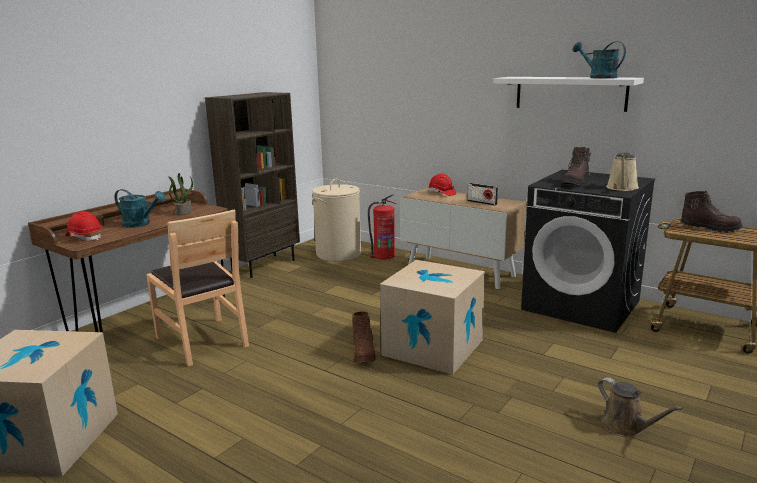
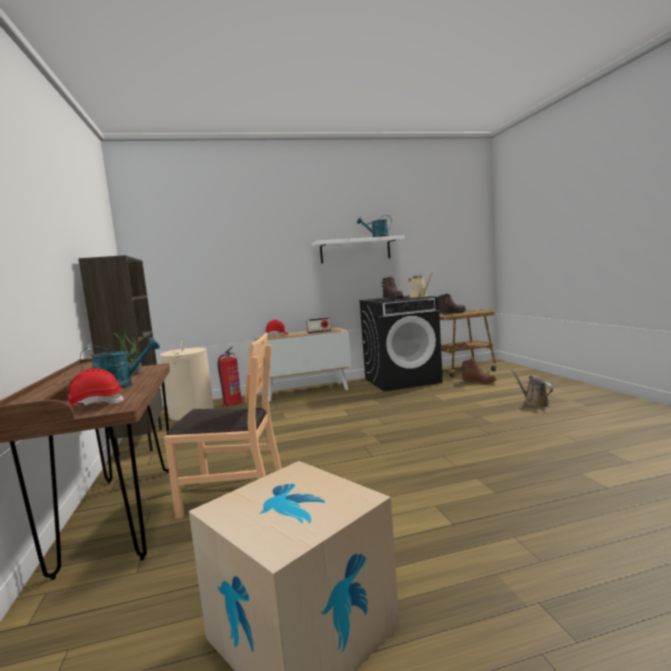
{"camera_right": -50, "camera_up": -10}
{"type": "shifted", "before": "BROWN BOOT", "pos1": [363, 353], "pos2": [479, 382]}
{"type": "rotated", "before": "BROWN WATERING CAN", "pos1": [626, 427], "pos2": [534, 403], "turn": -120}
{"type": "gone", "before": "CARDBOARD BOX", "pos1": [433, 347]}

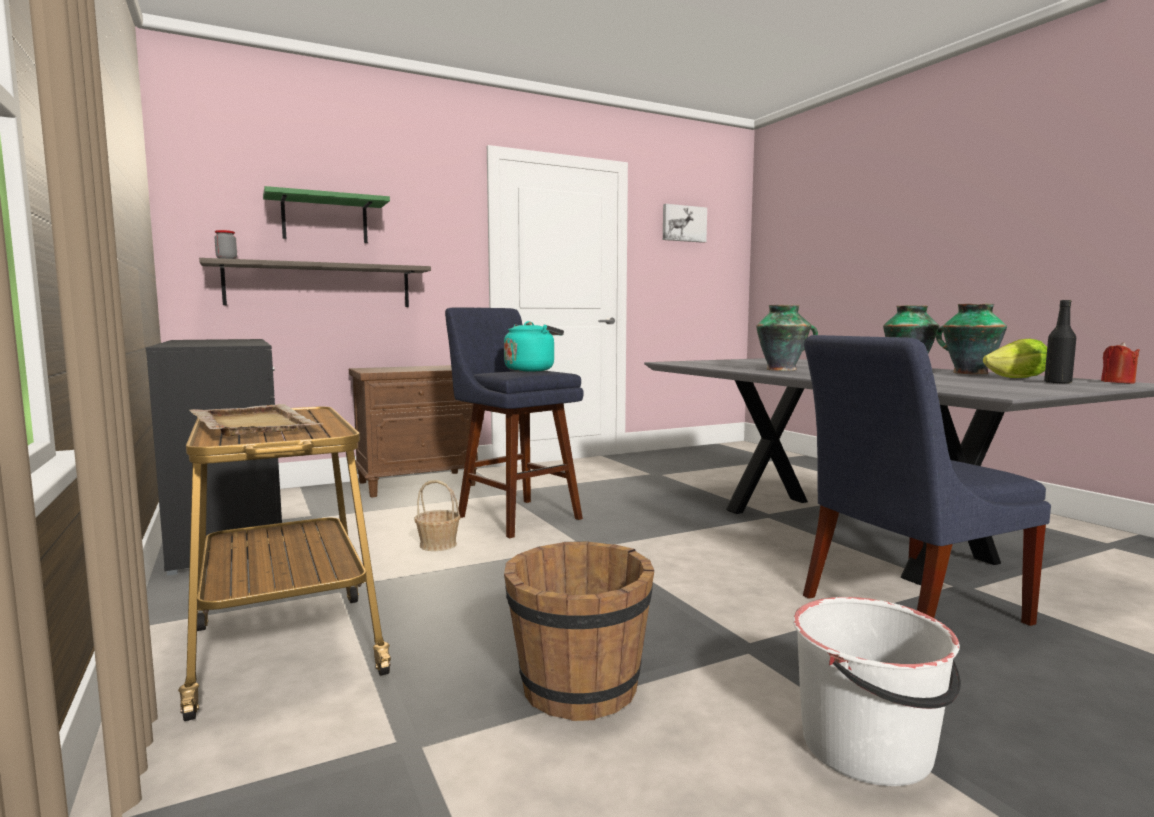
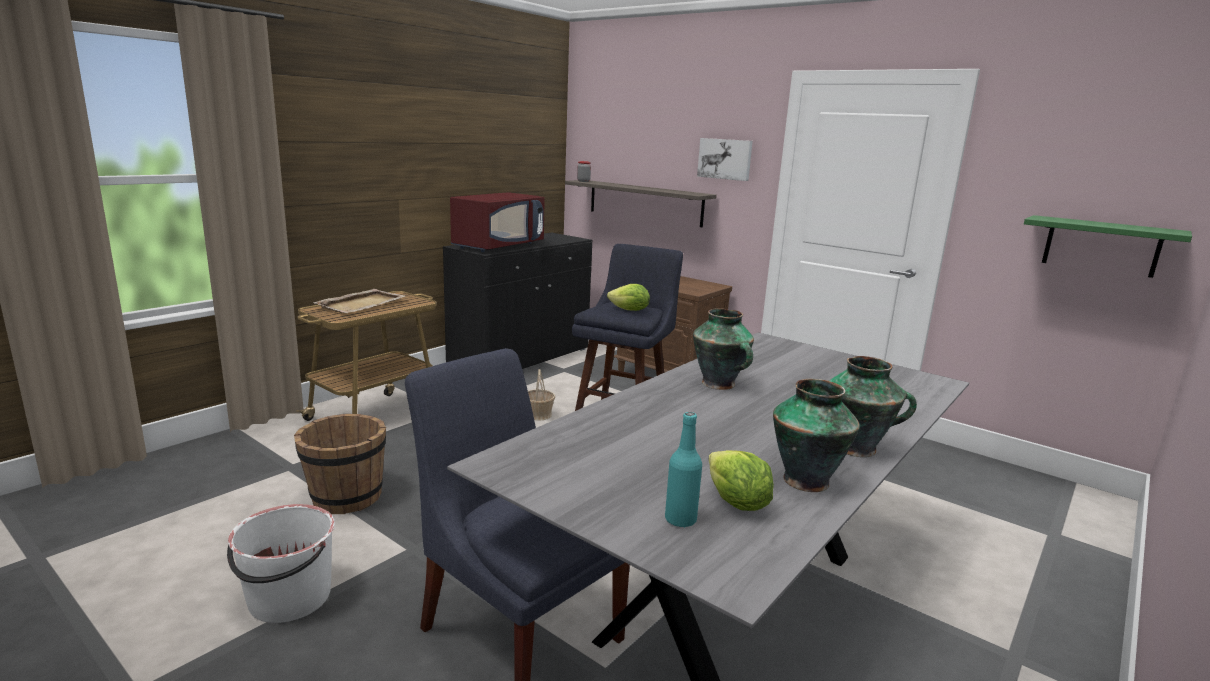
{"camera_right": 65, "camera_up": 10}
{"type": "new", "after": "RED MICROWAVE", "pos2": [498, 246]}
{"type": "swapped", "before": "TURQUOISE KETTLE", "after": "LETTUCE", "pos1": [531, 370], "pos2": [629, 310]}
{"type": "repainted", "before": "BLACK BOTTLE", "after": "TURQUOISE BOTTLE", "pos1": [1057, 383], "pos2": [680, 520]}
{"type": "shifted", "before": "PICTURE", "pos1": [683, 223], "pos2": [725, 159]}
{"type": "shifted", "before": "GREEN SHELF", "pos1": [325, 220], "pos2": [1101, 246]}
{"type": "gone", "before": "RED CANDLE", "pos1": [1117, 382]}

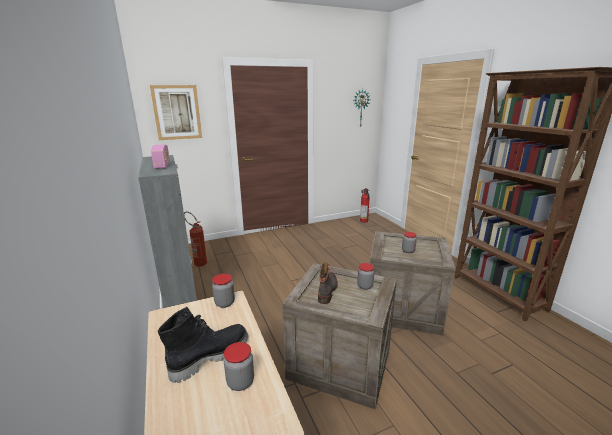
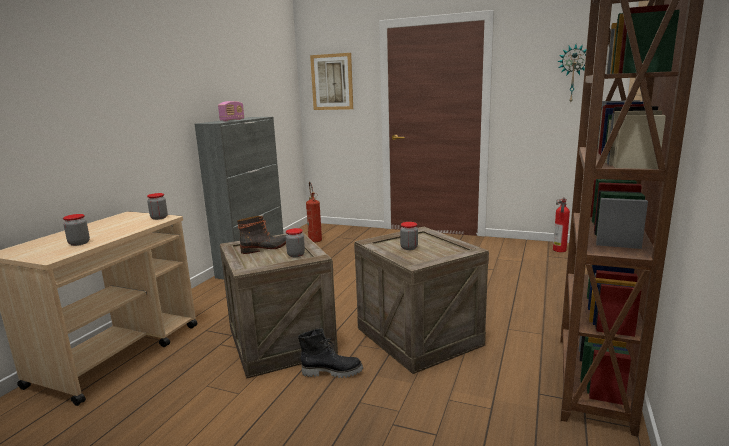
{"camera_right": 45, "camera_up": -5}
{"type": "shifted", "before": "BLACK BOOT", "pos1": [210, 356], "pos2": [332, 371]}

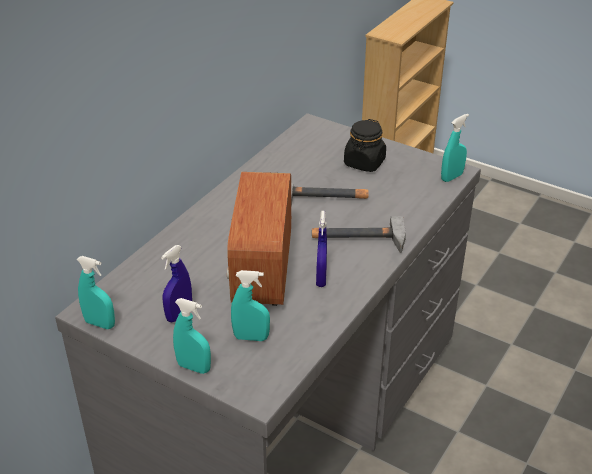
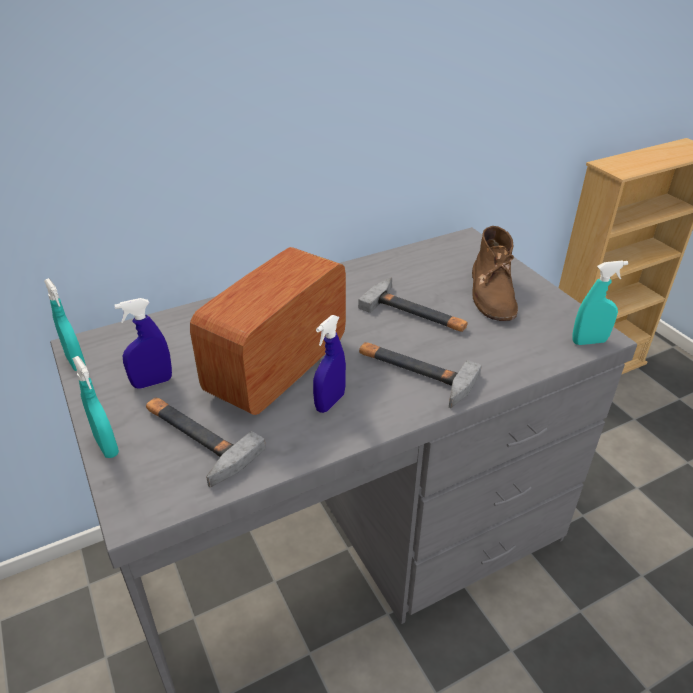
{"camera_right": 30, "camera_up": 0}
{"type": "swapped", "before": "TURQUOISE SPRAY BOTTLE", "after": "HAMMER", "pos1": [251, 337], "pos2": [193, 438]}
{"type": "swapped", "before": "BLACK JAR", "after": "BROWN BOOT", "pos1": [364, 163], "pos2": [492, 293]}

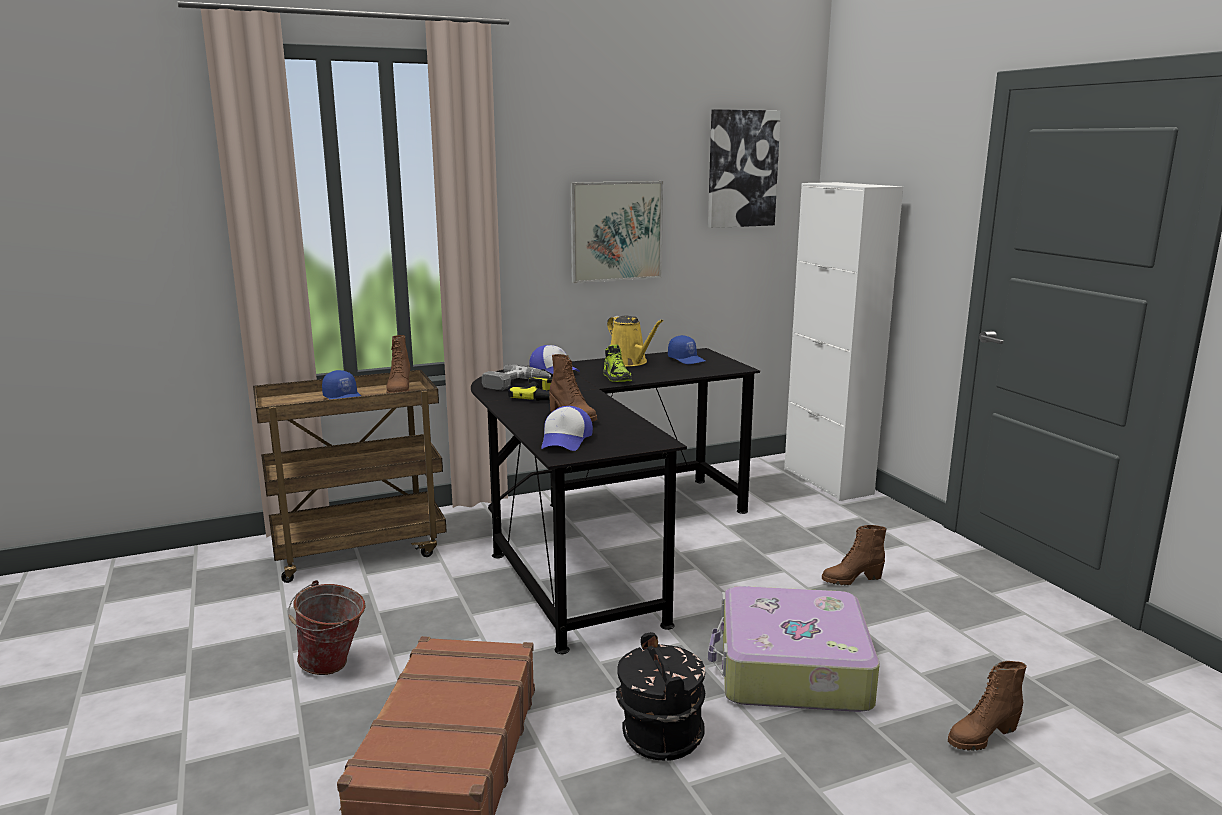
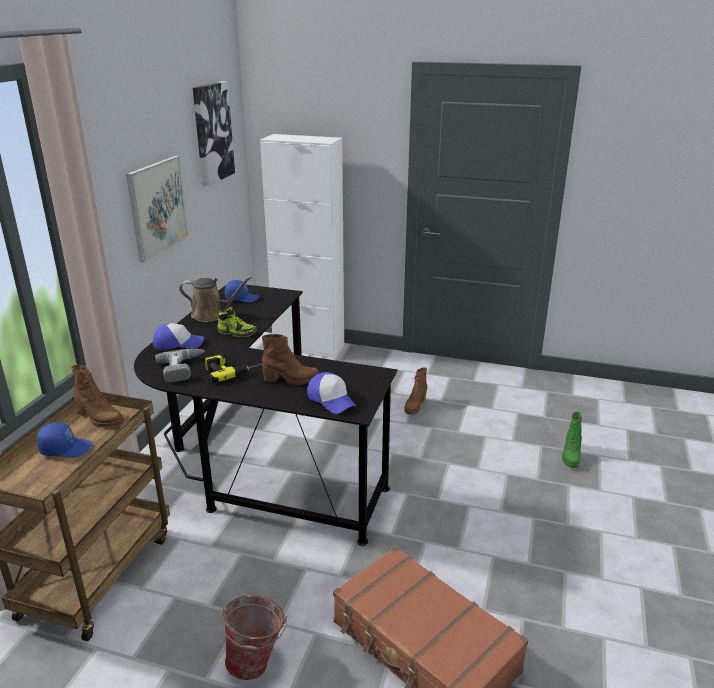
{"camera_right": -50, "camera_up": 10}
{"type": "repainted", "before": "YELLOW WATERING CAN", "after": "BROWN WATERING CAN", "pos1": [629, 362], "pos2": [212, 315]}
{"type": "repainted", "before": "BROWN BOOT", "after": "GREEN BOOT", "pos1": [981, 736], "pos2": [570, 456]}
{"type": "gone", "before": "BLACK BUCKET", "pos1": [660, 736]}
{"type": "gone", "before": "SUITCASE", "pos1": [790, 669]}

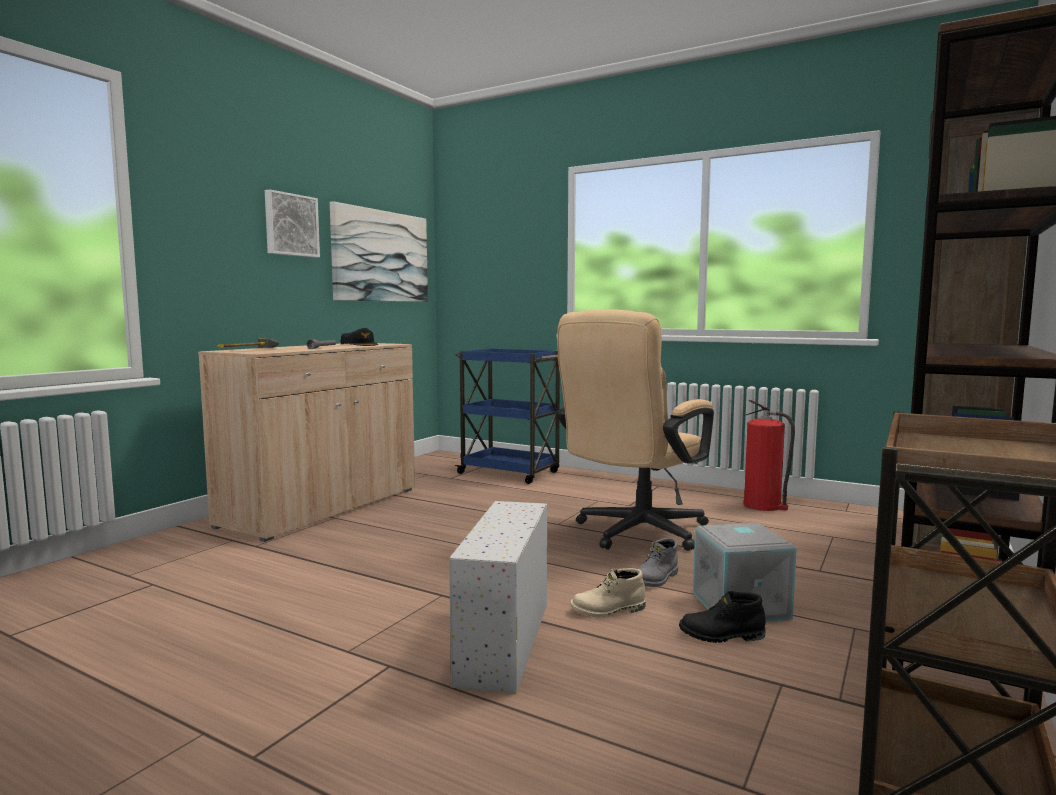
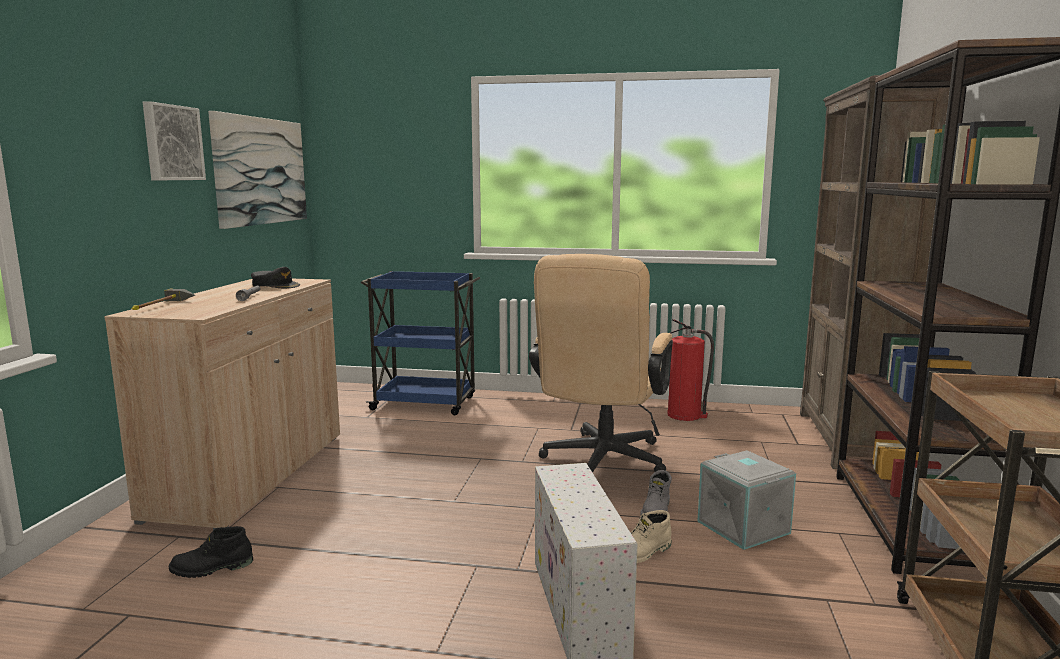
{"camera_right": -20, "camera_up": 5}
{"type": "shifted", "before": "BLACK BOOT", "pos1": [722, 635], "pos2": [211, 568]}

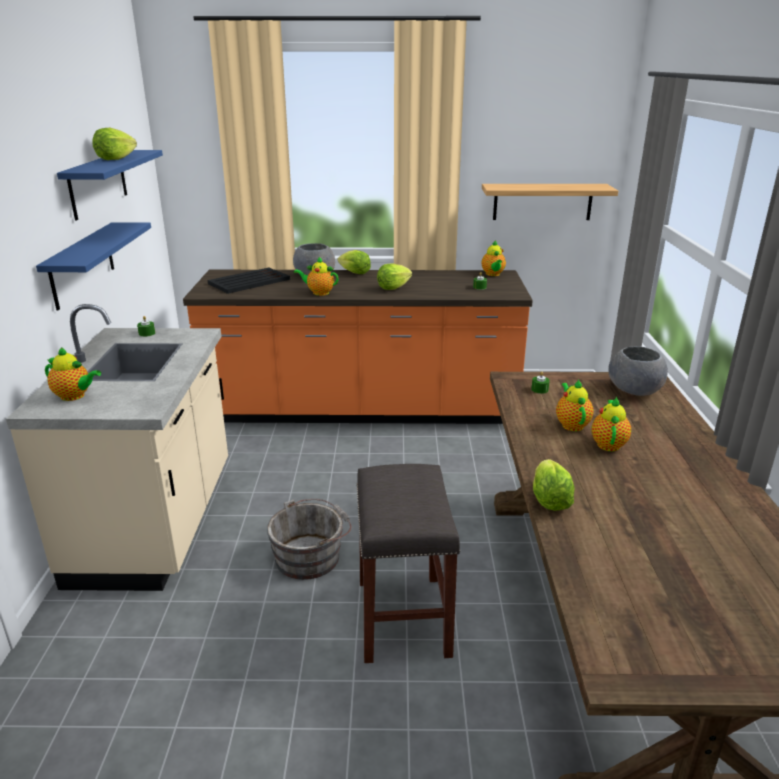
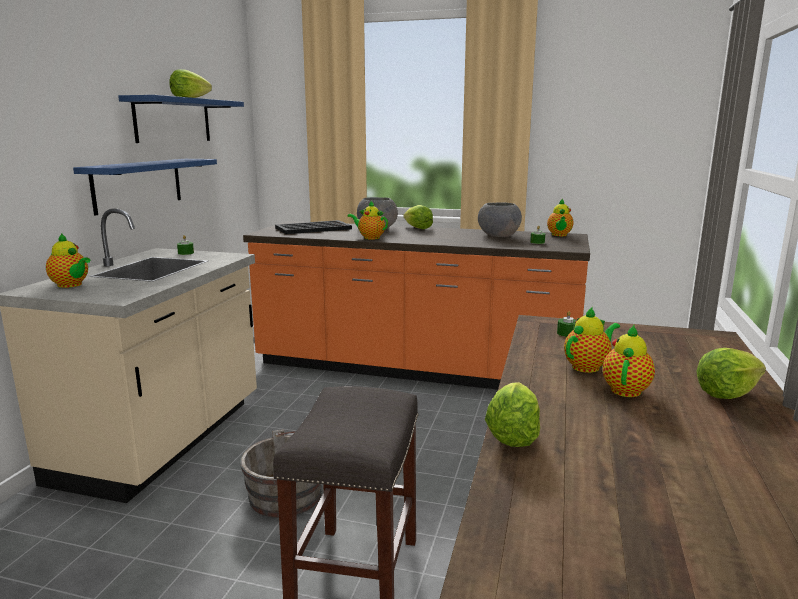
{"camera_right": 15, "camera_up": -10}
{"type": "shifted", "before": "GREY BOWL", "pos1": [633, 390], "pos2": [498, 235]}
{"type": "rotated", "before": "TEAPOT", "pos1": [571, 424], "pos2": [588, 366], "turn": 45}
{"type": "shifted", "before": "LETTUCE", "pos1": [393, 287], "pos2": [727, 393]}
{"type": "gone", "before": "SHELF", "pos1": [542, 201]}

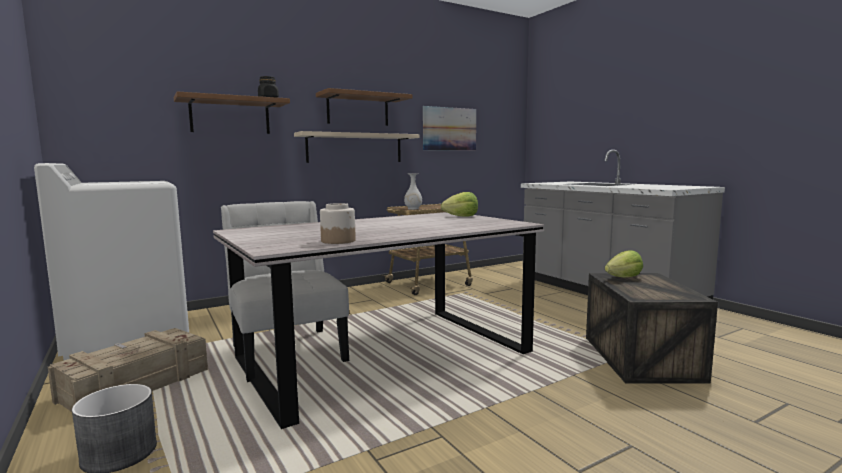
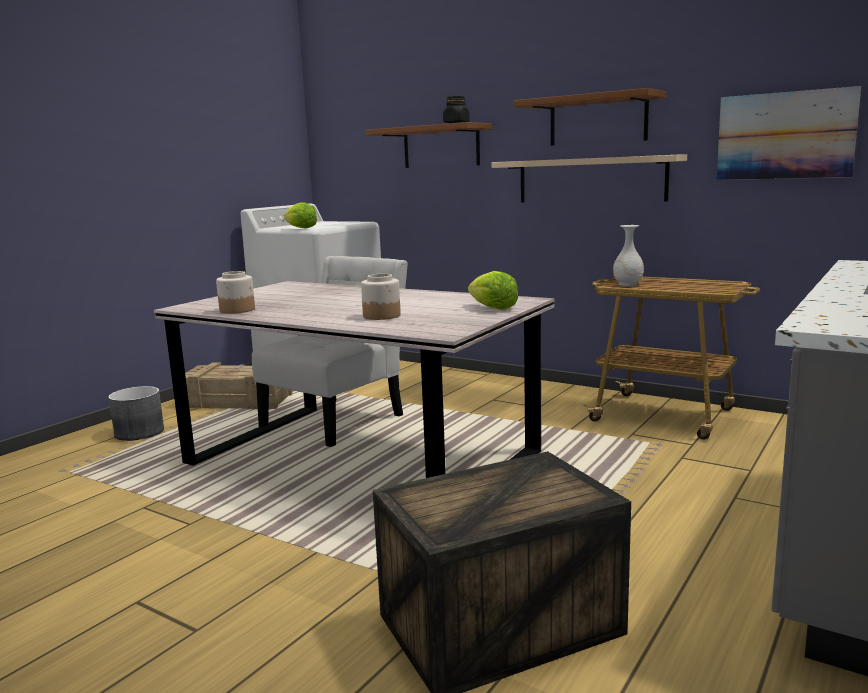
{"camera_right": 65, "camera_up": 5}
{"type": "shifted", "before": "LETTUCE", "pos1": [623, 277], "pos2": [300, 228]}
{"type": "new", "after": "JAR", "pos2": [382, 316]}

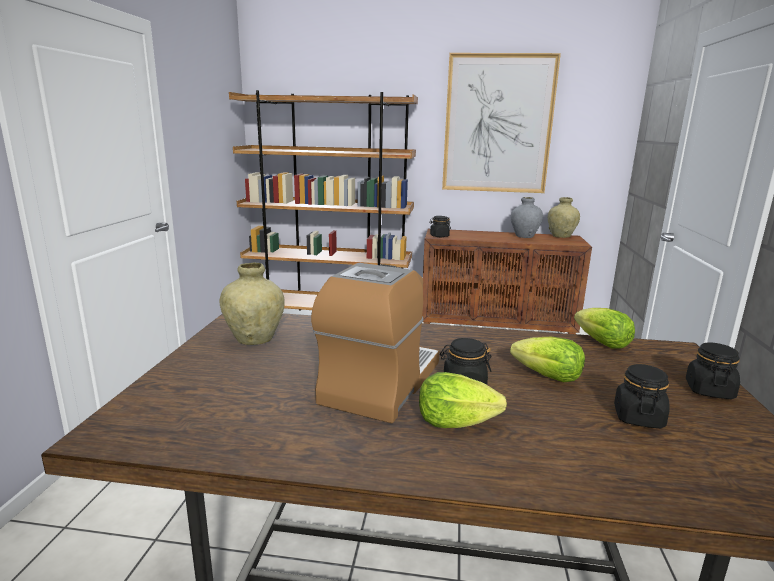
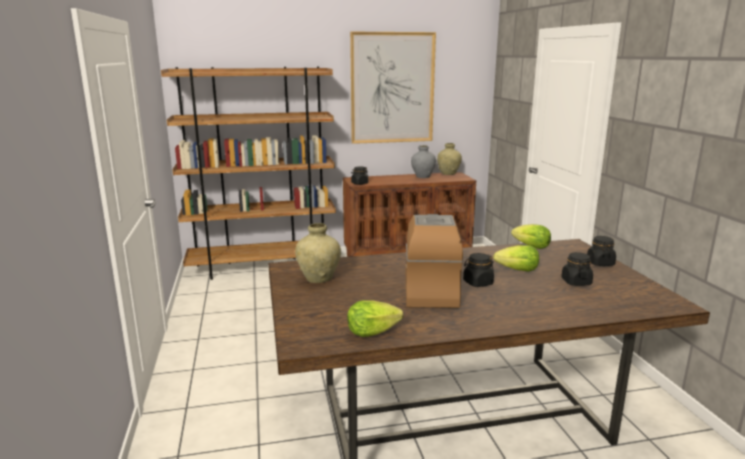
{"camera_right": -20, "camera_up": 0}
{"type": "shifted", "before": "LETTUCE", "pos1": [454, 422], "pos2": [371, 332]}

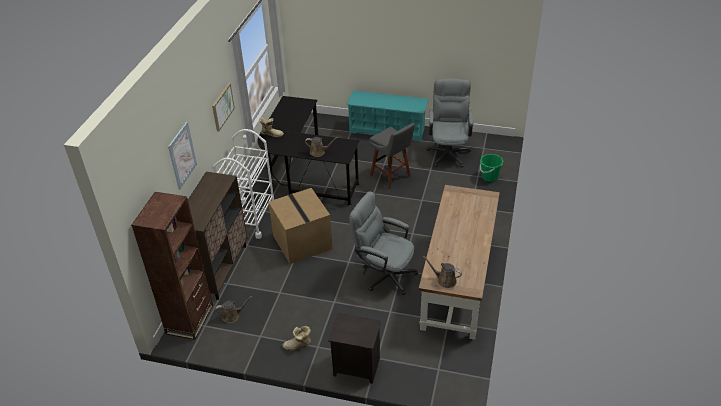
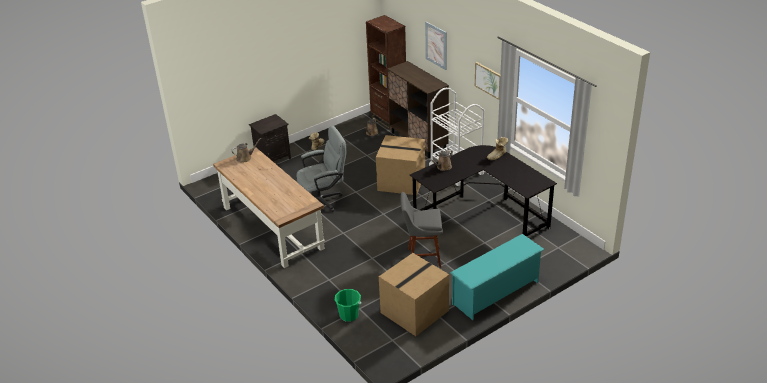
{"camera_right": 130, "camera_up": -5}
{"type": "swapped", "before": "GREY OFFICE CHAIR", "after": "CARDBOARD BOX", "pos1": [448, 152], "pos2": [414, 312]}

